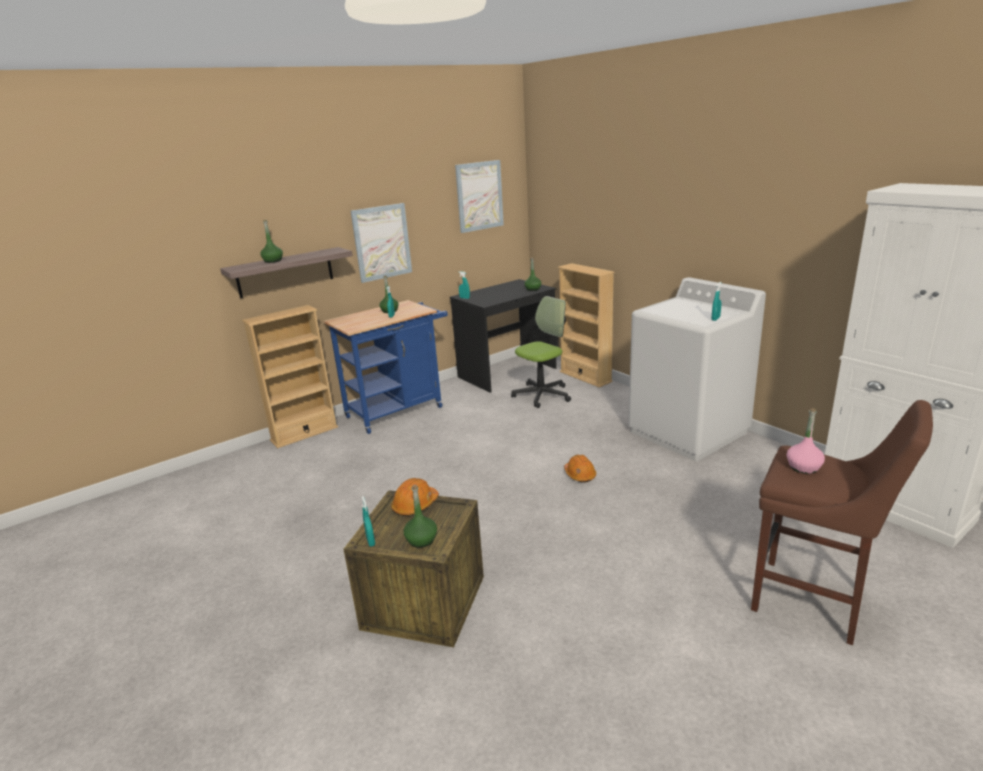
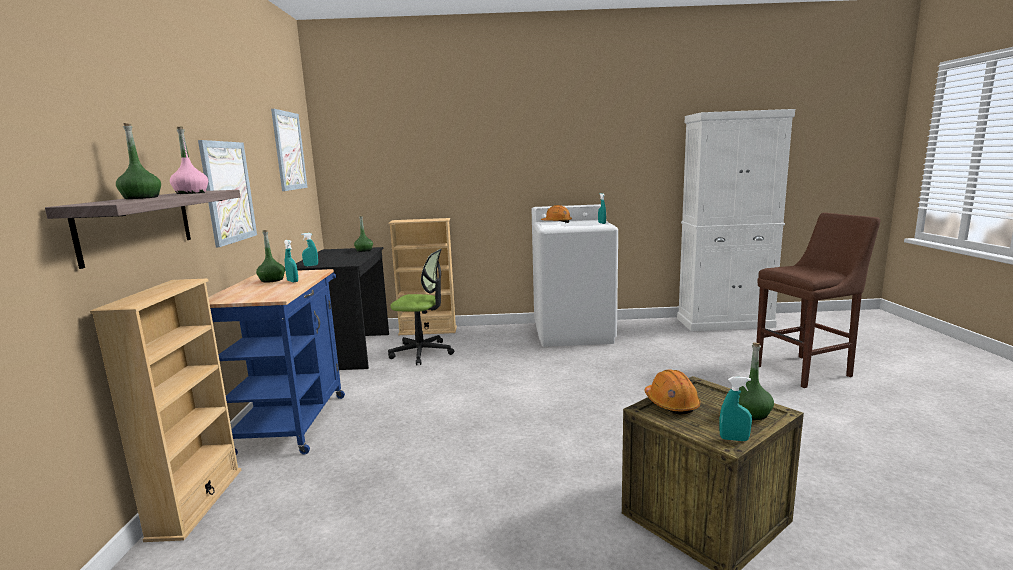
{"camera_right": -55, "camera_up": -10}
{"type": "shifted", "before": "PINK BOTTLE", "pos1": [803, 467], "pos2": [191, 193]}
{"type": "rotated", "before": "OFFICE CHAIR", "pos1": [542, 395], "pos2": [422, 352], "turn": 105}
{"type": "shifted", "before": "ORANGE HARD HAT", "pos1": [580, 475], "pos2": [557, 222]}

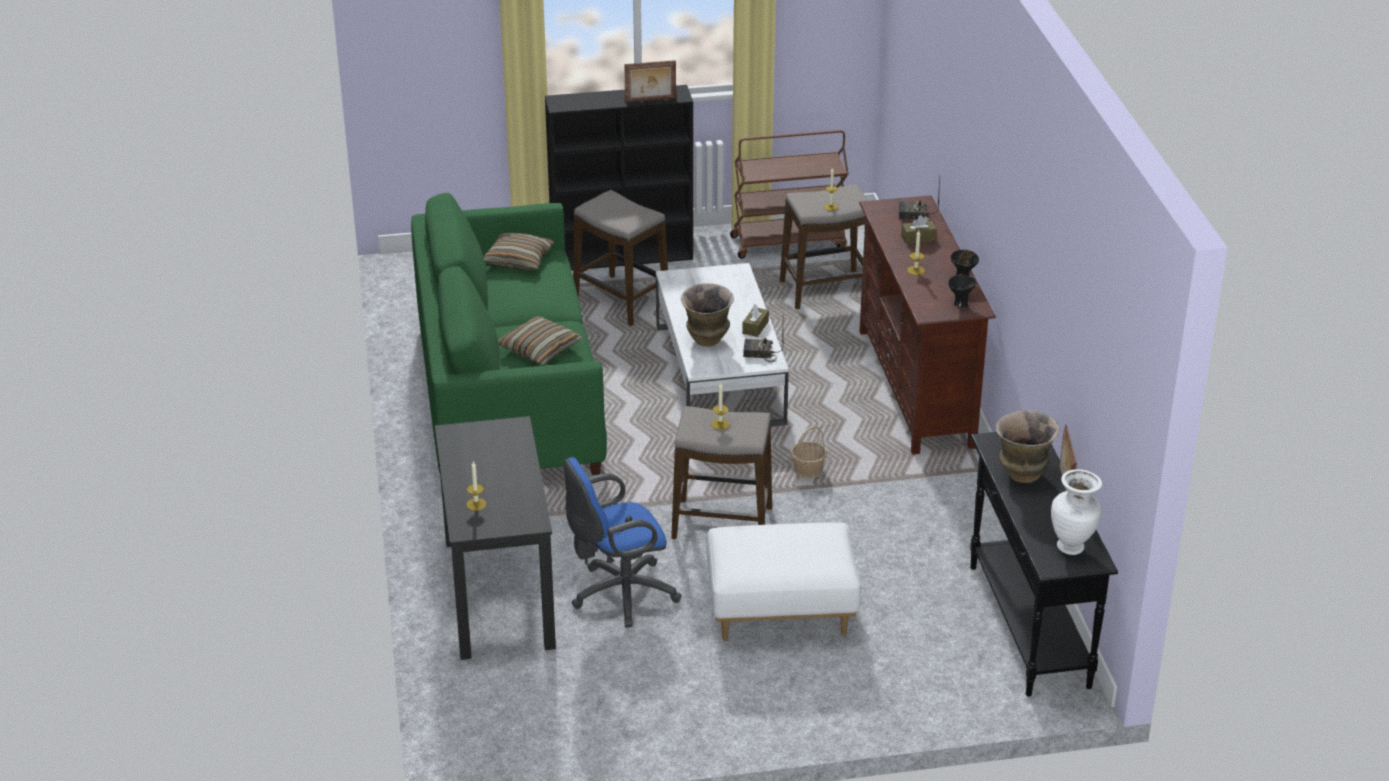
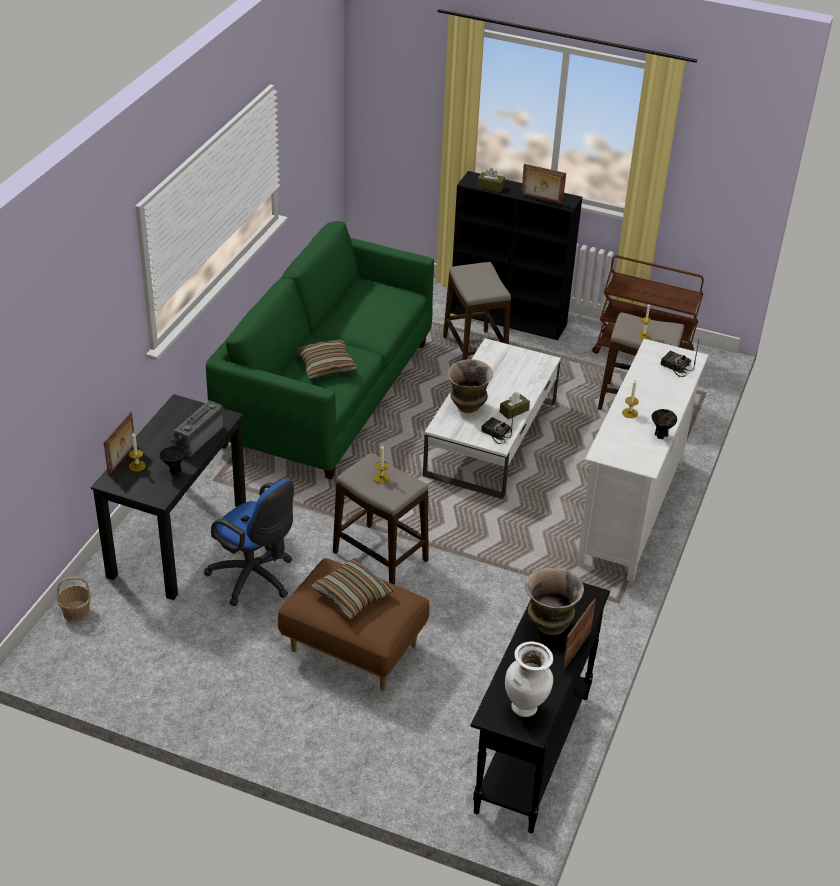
{"camera_right": 30, "camera_up": 5}
{"type": "shifted", "before": "BASKET", "pos1": [807, 470], "pos2": [76, 612]}
{"type": "new", "after": "PICTURE FRAME", "pos2": [122, 460]}
{"type": "shifted", "before": "BLACK BOWL", "pos1": [960, 304], "pos2": [175, 472]}
{"type": "new", "after": "RADIO", "pos2": [197, 438]}
{"type": "rotated", "before": "BLUE OFFICE CHAIR", "pos1": [619, 595], "pos2": [255, 579], "turn": -150}
{"type": "repainted", "before": "WHITE OTTOMAN", "after": "BROWN OTTOMAN", "pos1": [780, 614], "pos2": [352, 649]}
{"type": "shifted", "before": "PILLOW", "pos1": [518, 259], "pos2": [352, 595]}
{"type": "shifted", "before": "BROWN TISSUE BOX", "pos1": [918, 238], "pos2": [490, 186]}
{"type": "repainted", "before": "BROWN TV STAND", "after": "WHITE TV STAND", "pos1": [916, 388], "pos2": [632, 511]}

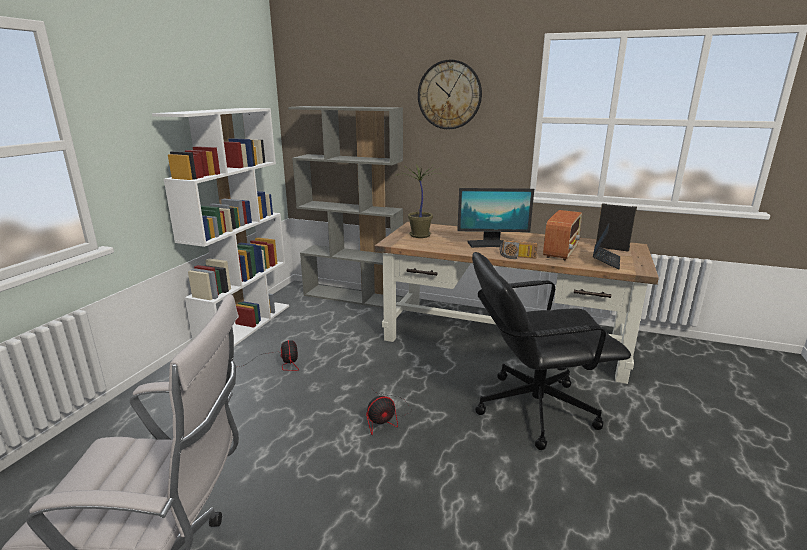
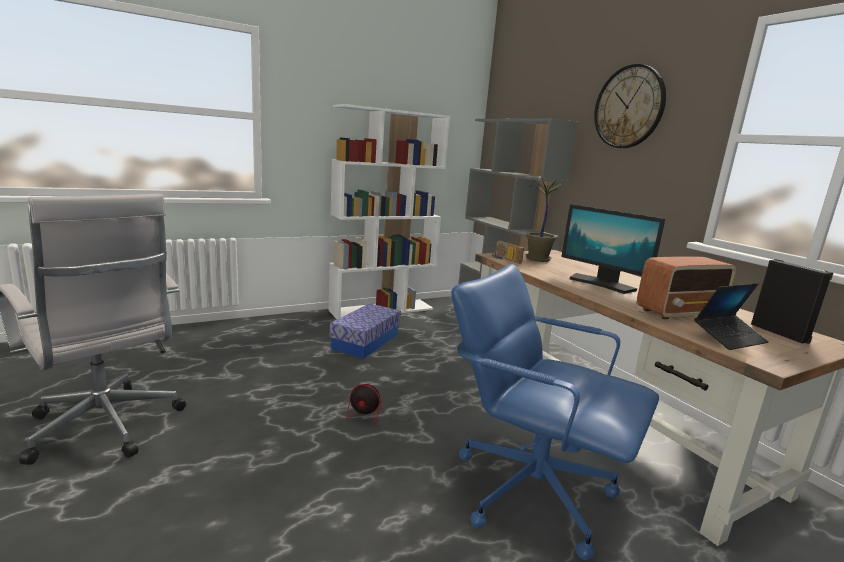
{"camera_right": 40, "camera_up": -5}
{"type": "swapped", "before": "FAN", "after": "STORAGE BOX", "pos1": [280, 363], "pos2": [366, 342]}
{"type": "repainted", "before": "BLACK OFFICE CHAIR", "after": "BLUE OFFICE CHAIR", "pos1": [533, 408], "pos2": [531, 490]}
{"type": "shifted", "before": "RADIO", "pos1": [517, 257], "pos2": [504, 259]}

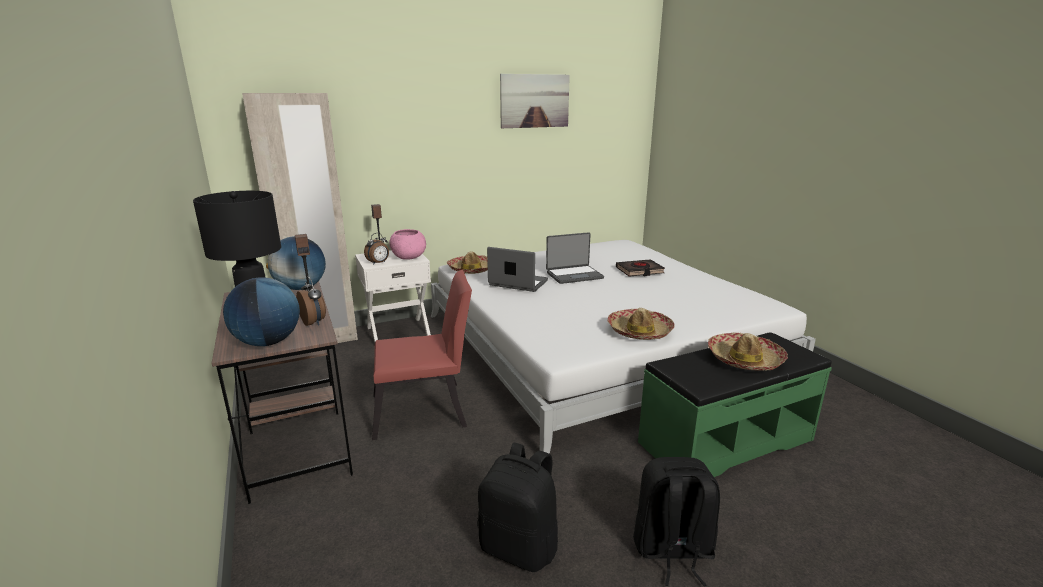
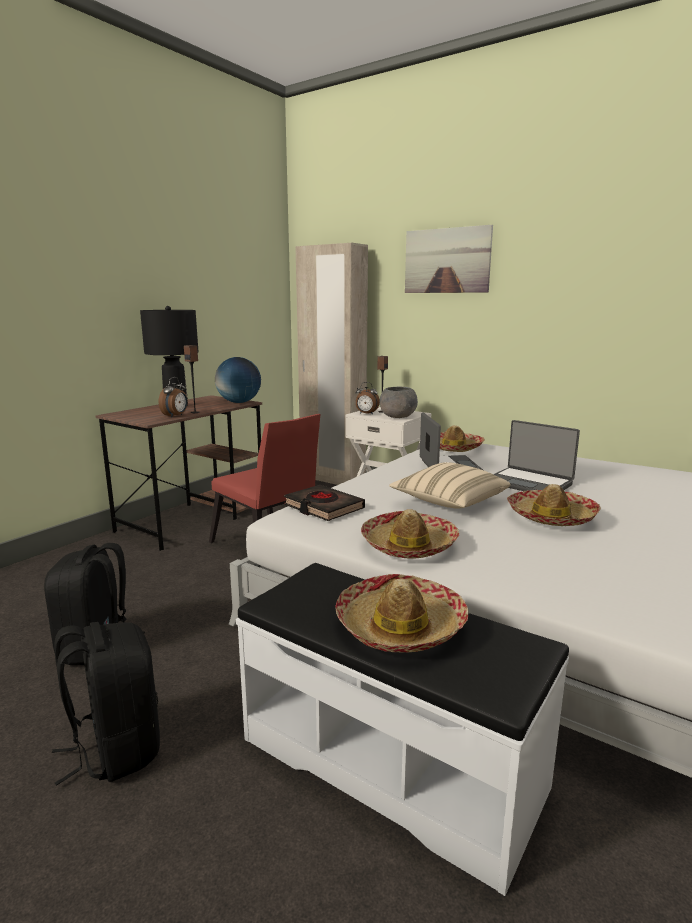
{"camera_right": 60, "camera_up": -5}
{"type": "repainted", "before": "GREEN BENCH", "after": "WHITE BENCH", "pos1": [724, 440], "pos2": [391, 761]}
{"type": "shifted", "before": "BLACK BOOK", "pos1": [639, 271], "pos2": [323, 507]}
{"type": "repainted", "before": "PINK BOWL", "after": "GREY BOWL", "pos1": [409, 257], "pos2": [398, 417]}
{"type": "new", "after": "BEIGE PILLOW", "pos2": [449, 502]}
{"type": "shifted", "before": "PICTURE", "pos1": [534, 101], "pos2": [447, 260]}
{"type": "new", "after": "HAT", "pos2": [551, 517]}
{"type": "gone", "before": "GLOBE", "pos1": [268, 342]}

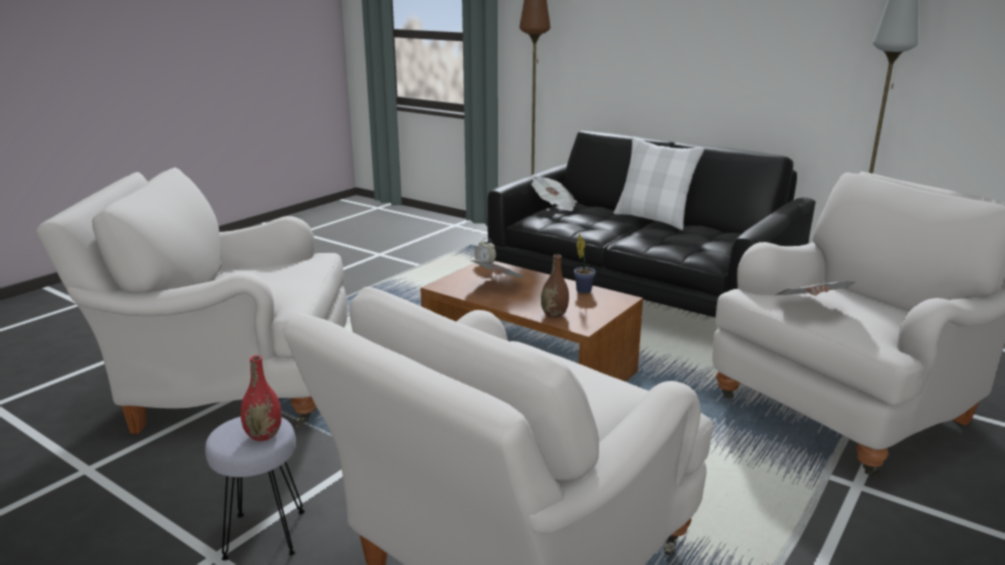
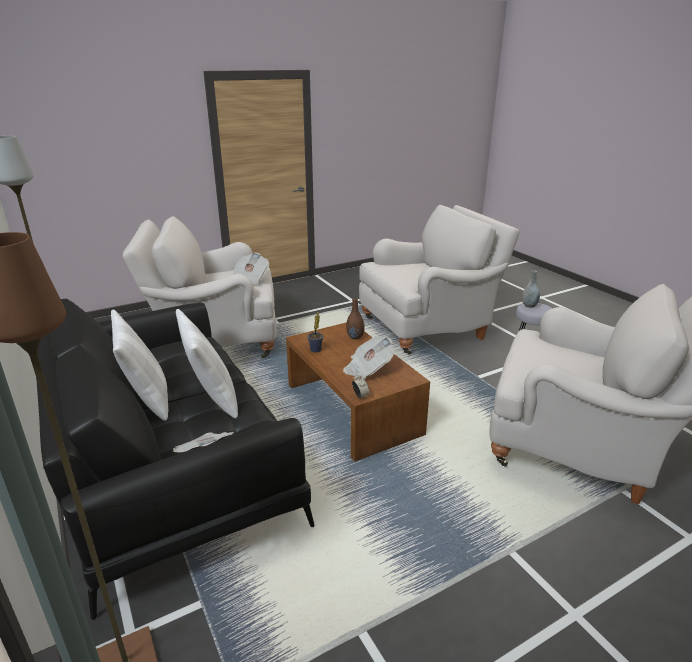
{"camera_right": -155, "camera_up": 5}
{"type": "new", "after": "WHITE PILLOW", "pos2": [212, 398]}
{"type": "repainted", "before": "RED VASE", "after": "GREY VASE", "pos1": [264, 435], "pos2": [529, 306]}

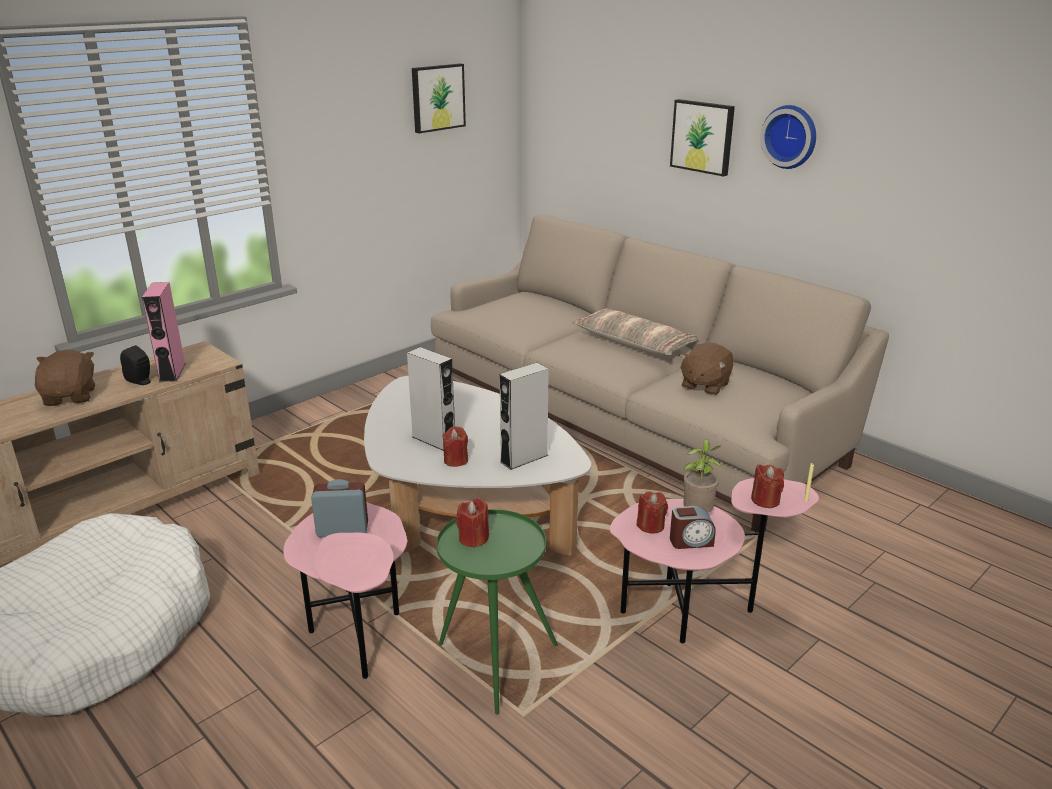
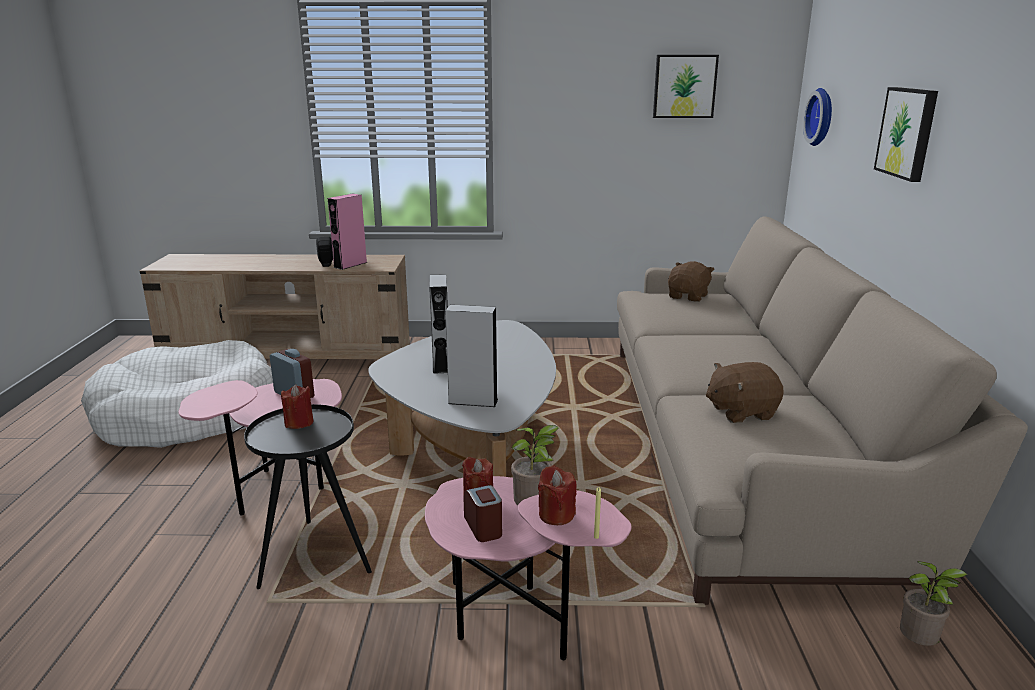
{"camera_right": 45, "camera_up": -5}
{"type": "repainted", "before": "GREEN SIDE TABLE", "after": "BLACK SIDE TABLE", "pos1": [494, 663], "pos2": [315, 556]}
{"type": "rotated", "before": "ALARM CLOCK", "pos1": [691, 541], "pos2": [483, 527], "turn": -150}
{"type": "shifted", "before": "BROWN PLUSH TOY", "pos1": [71, 397], "pos2": [688, 296]}
{"type": "shifted", "before": "WALL CLOCK", "pos1": [790, 136], "pos2": [822, 117]}
{"type": "new", "after": "POTTED PLANT", "pos2": [919, 645]}
{"type": "gone", "before": "RED CANDLE", "pos1": [456, 460]}
{"type": "gone", "before": "PILLOW", "pos1": [633, 343]}

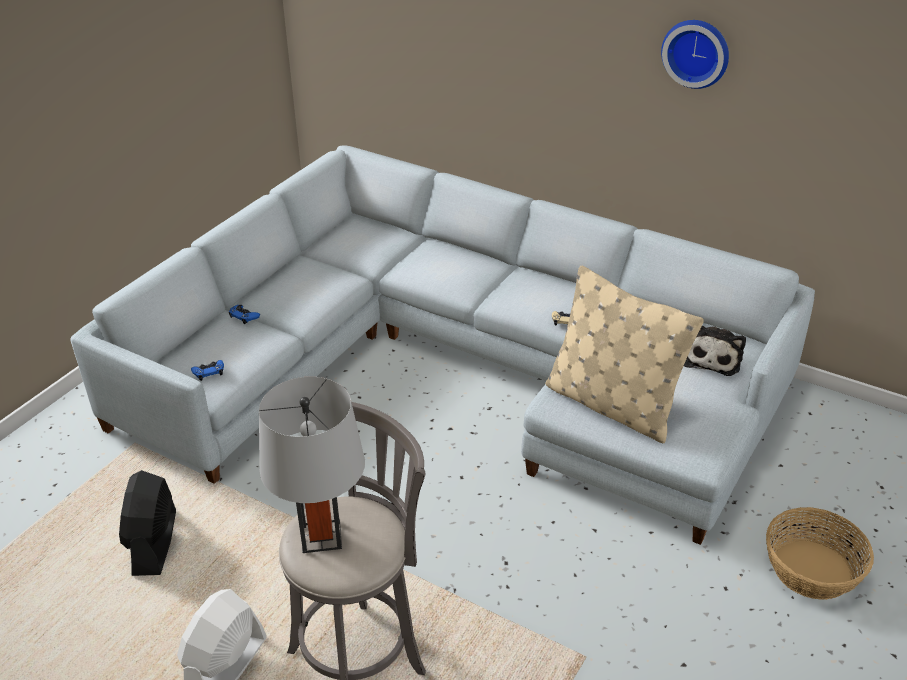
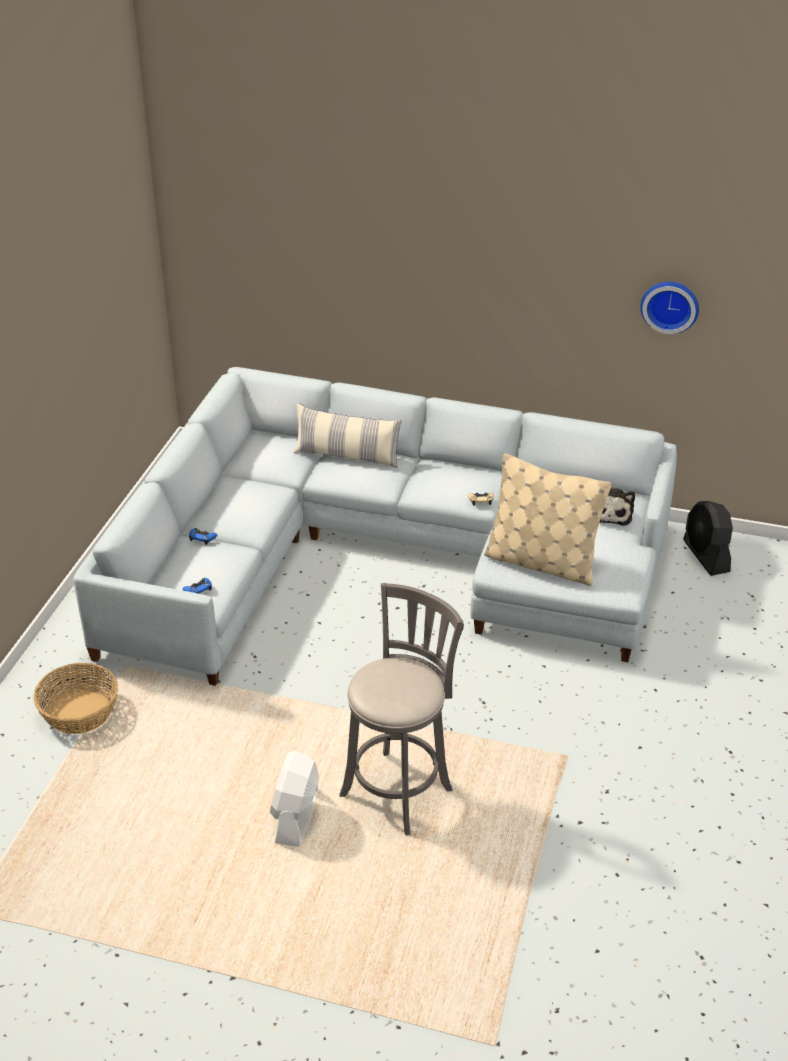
{"camera_right": -15, "camera_up": 0}
{"type": "shifted", "before": "BASKET", "pos1": [812, 569], "pos2": [80, 712]}
{"type": "new", "after": "PILLOW", "pos2": [347, 456]}
{"type": "shifted", "before": "WALL CLOCK", "pos1": [696, 52], "pos2": [670, 305]}
{"type": "shifted", "before": "BLACK FAN", "pos1": [154, 543], "pos2": [706, 556]}
{"type": "gone", "before": "GREY TABLE LAMP", "pos1": [321, 536]}

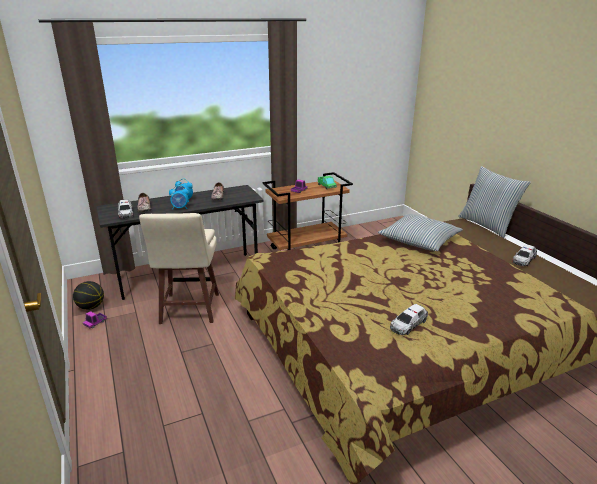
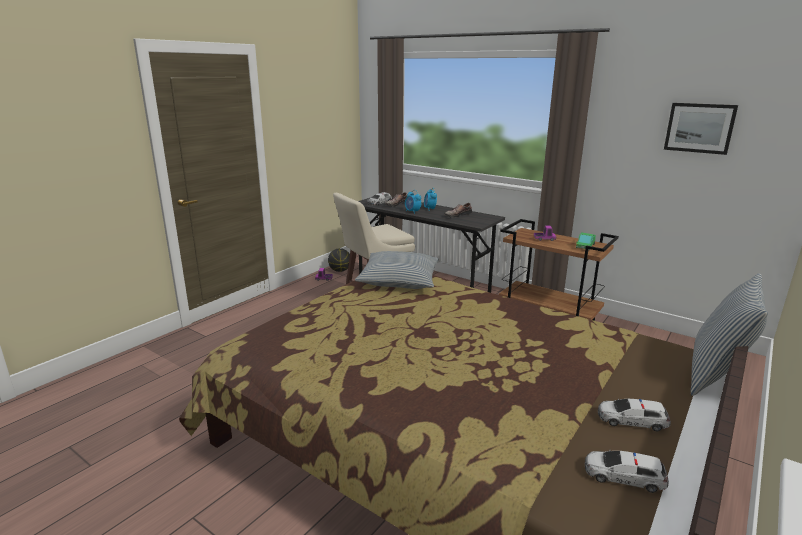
{"camera_right": 60, "camera_up": -5}
{"type": "shifted", "before": "PILLOW", "pos1": [419, 240], "pos2": [399, 280]}
{"type": "shifted", "before": "TOY CAR", "pos1": [408, 324], "pos2": [623, 476]}
{"type": "new", "after": "PICTURE", "pos2": [699, 128]}

